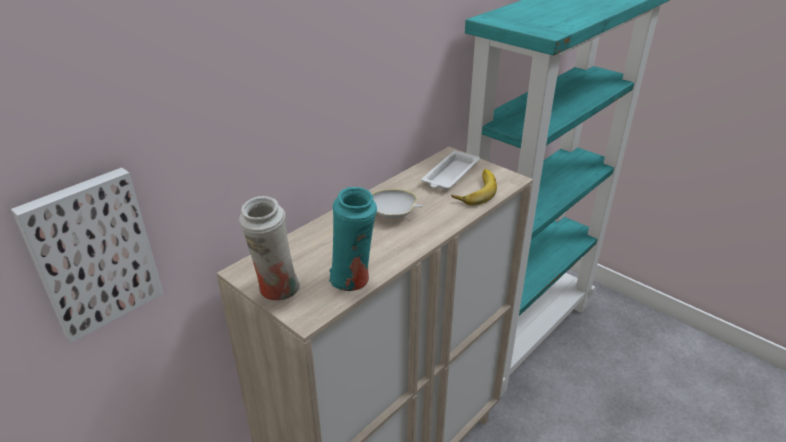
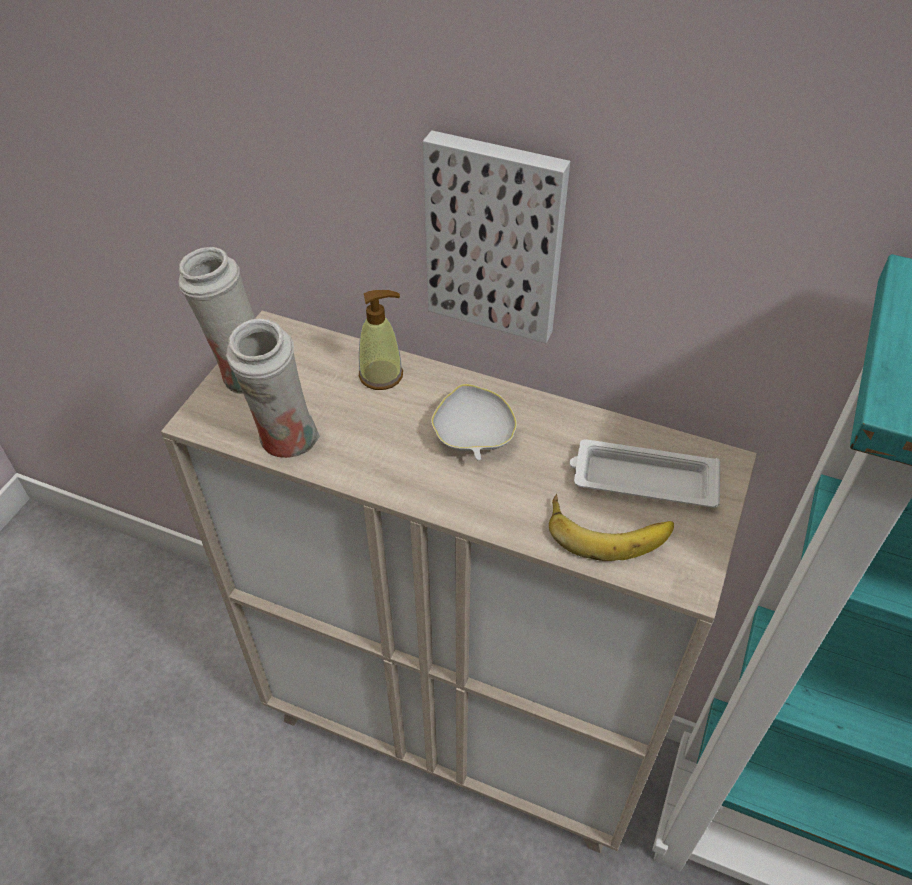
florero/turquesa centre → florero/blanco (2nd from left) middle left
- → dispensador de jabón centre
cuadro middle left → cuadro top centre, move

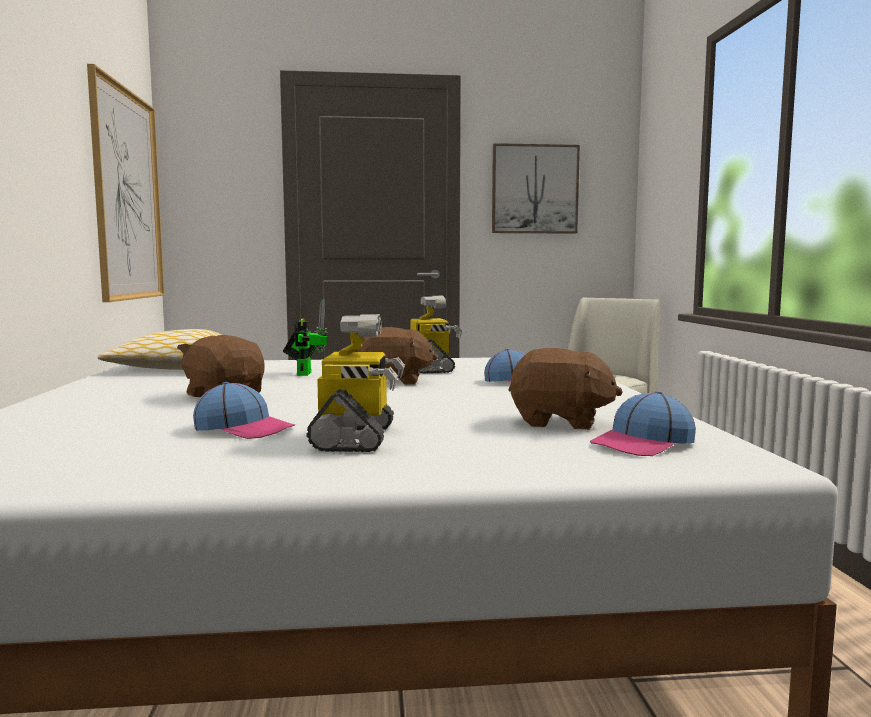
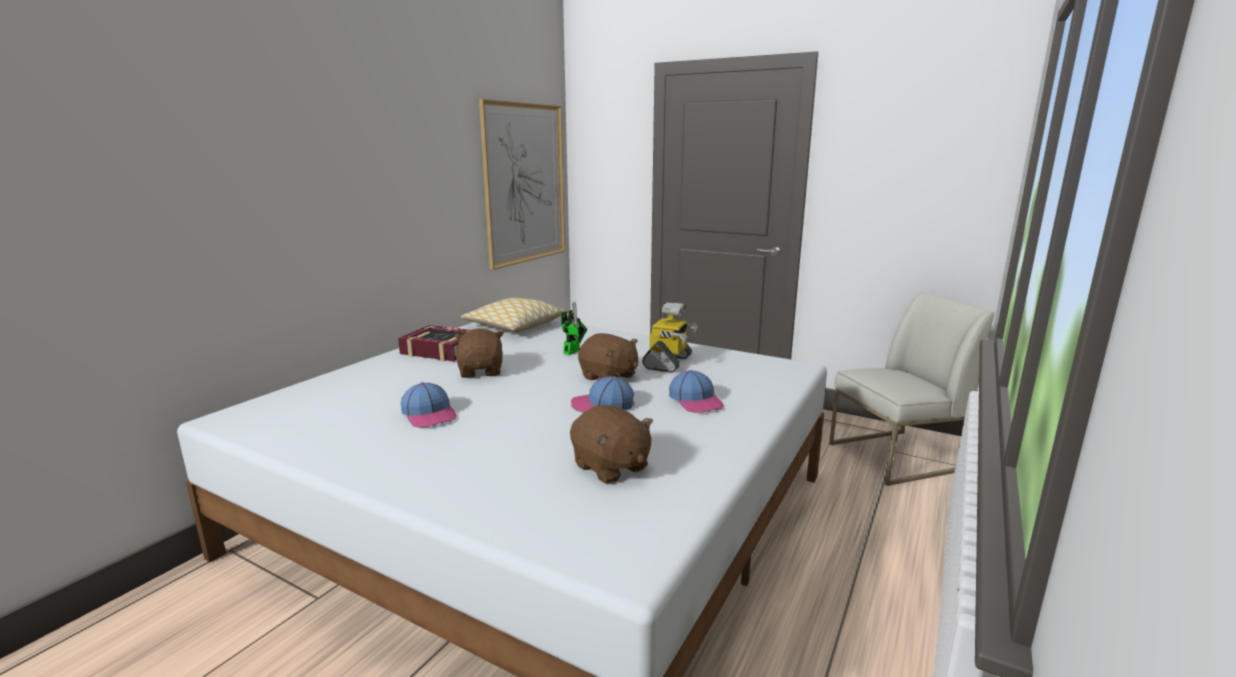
- → libro centre
gorra (3rd from left in the first image) middle right → gorra (2nd from left) centre, move
robot de juguete (2nd from left) centre → -
cuadro (2nd from left) top centre → -

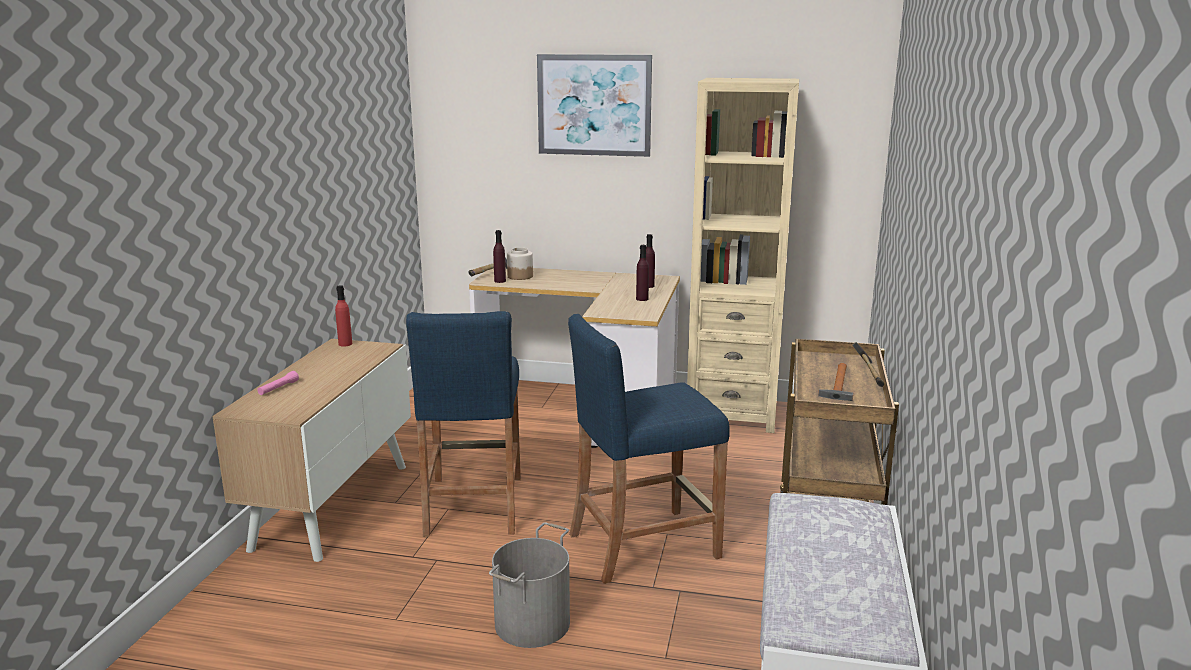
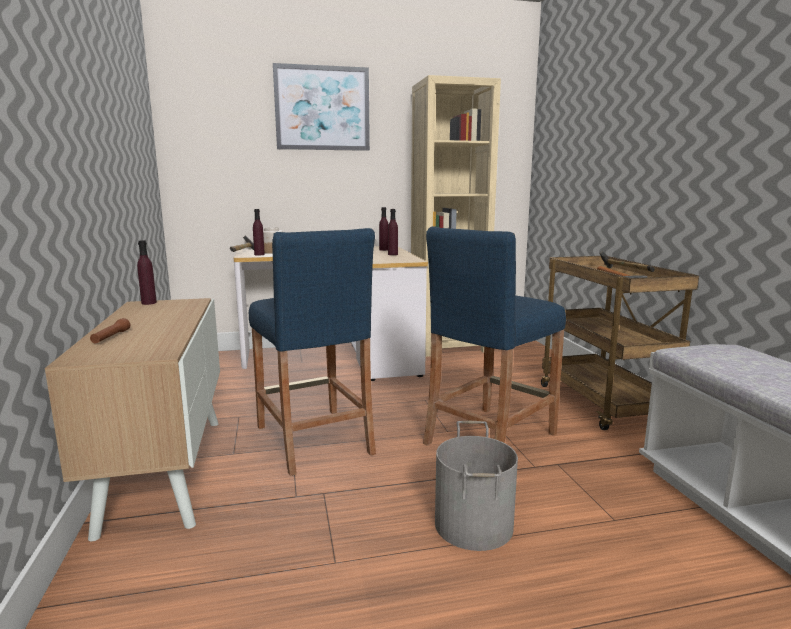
linterna/rosa middle left → linterna/marrón middle left
botella/rojo middle left → botella/morado (1st from left) middle left

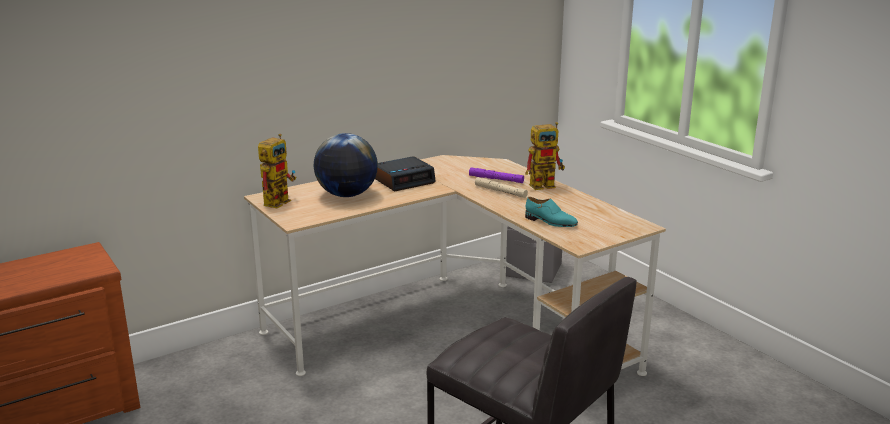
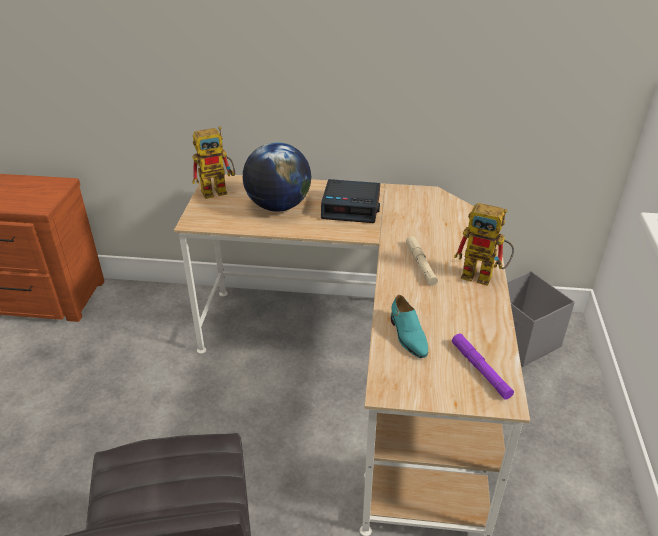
linterna/morado centre → linterna/morado bottom right, move

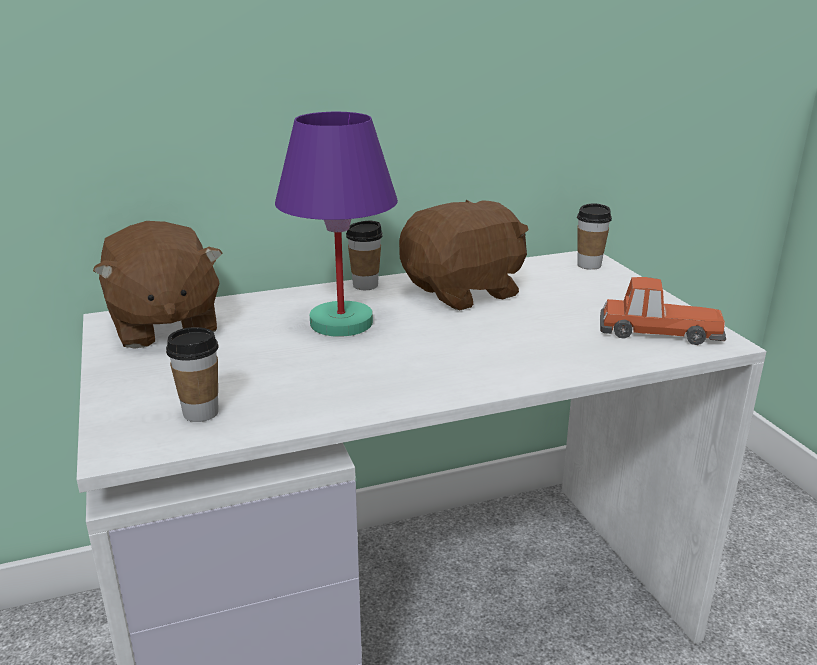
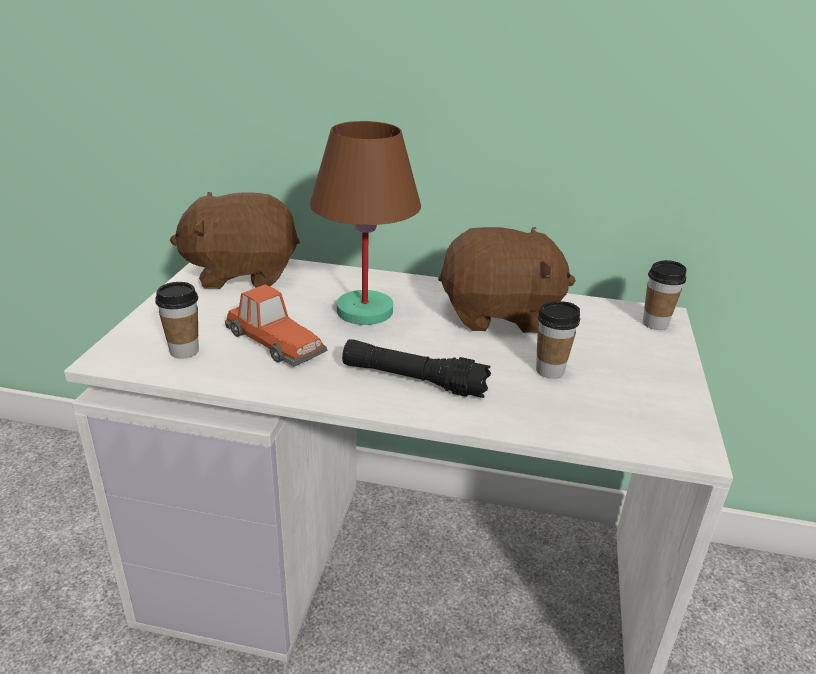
peluche/marrón (1st from left) middle left, 75 degrees clockwise
coche de juguete middle right → coche de juguete centre, move
lámpara de mesa/morado centre → lámpara de mesa/marrón top centre
- → linterna/negro centre
taza (2nd from left) centre → taza (2nd from left) middle right, move

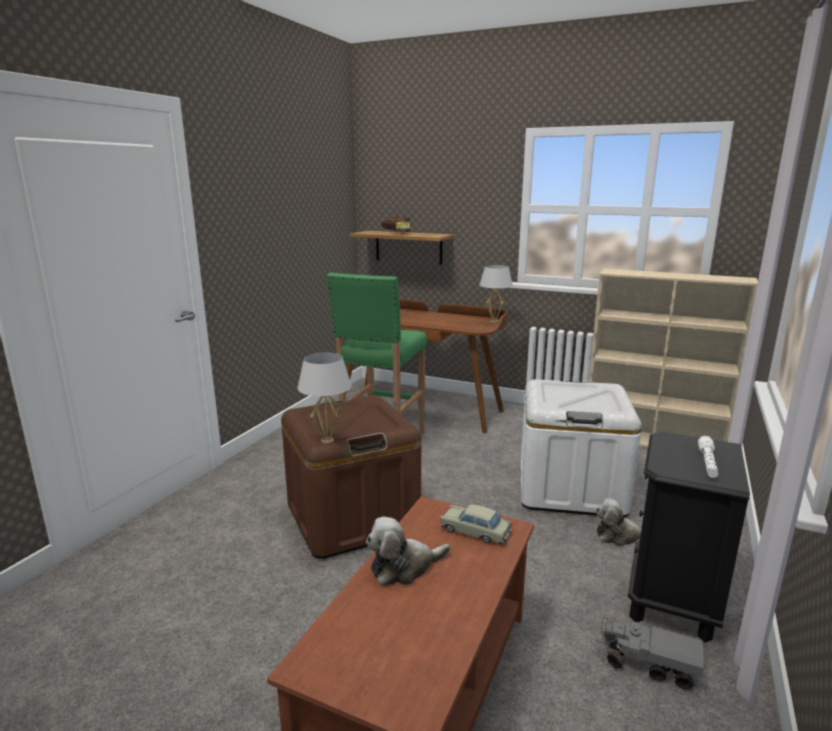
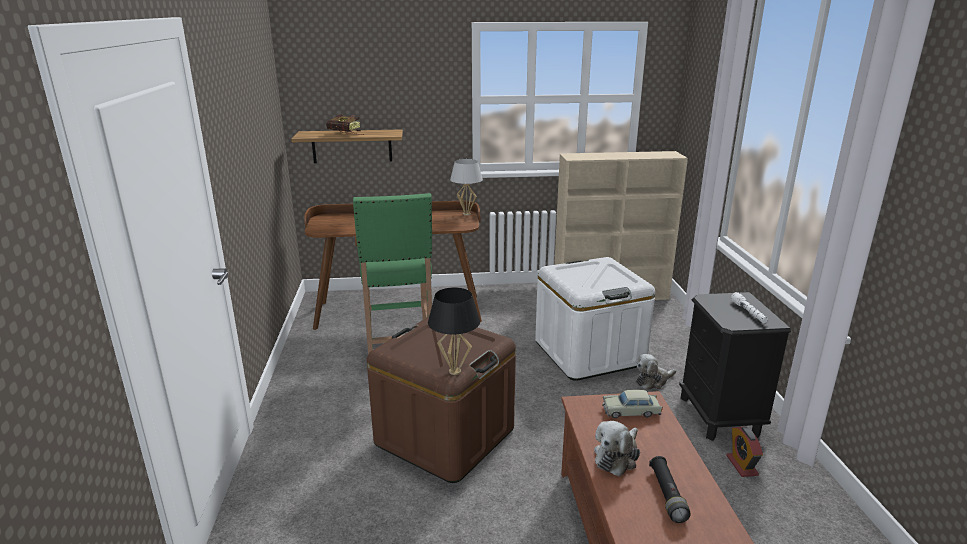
lámpara de mesa/blanco (1st from left) centre → lámpara de mesa/negro centre
- → linterna/negro bottom right
camión de juguete bottom right → despertador bottom right

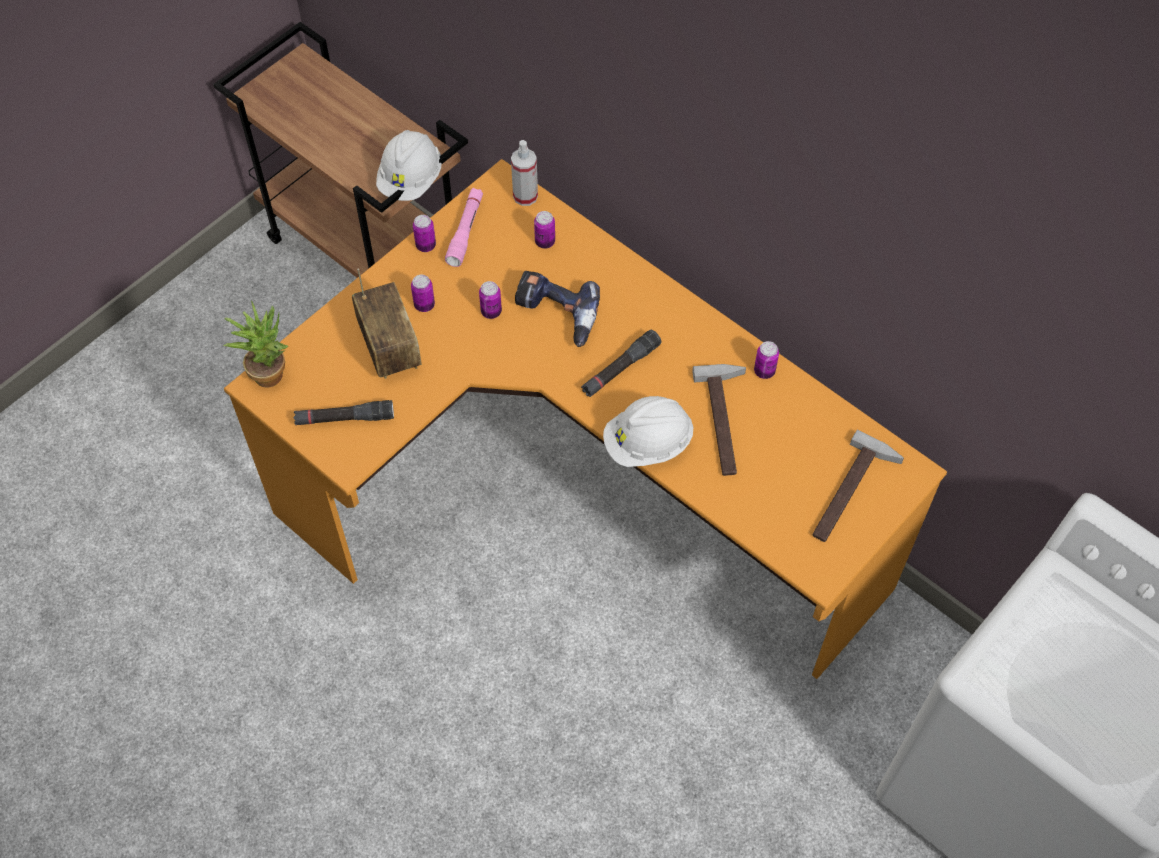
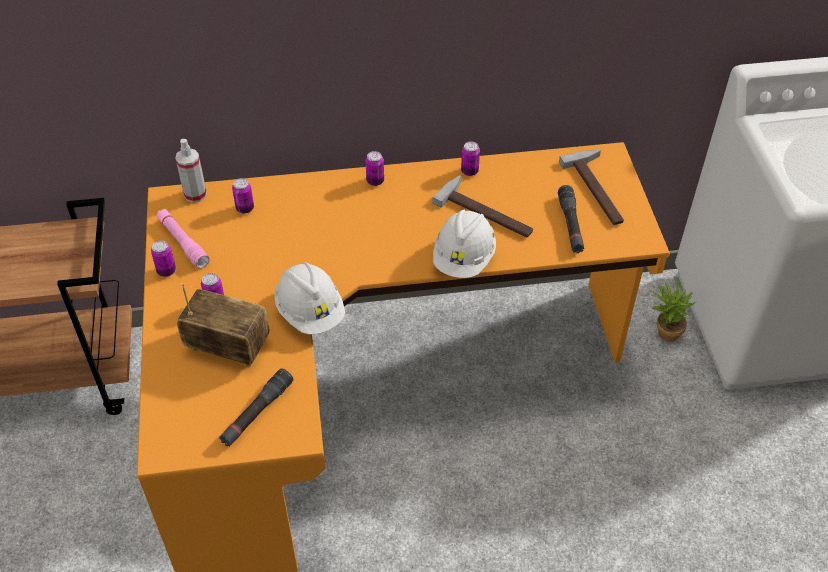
casco/blanco (1st from left) top centre → casco/blanco (1st from left) centre, move
lata (3rd from left in the first image) centre → lata (4th from left) top centre, move
linterna/negro (2nd from left) centre → linterna/negro (2nd from left) middle right, move
planta en maceta middle left → planta en maceta middle right, move
taladro centre → -

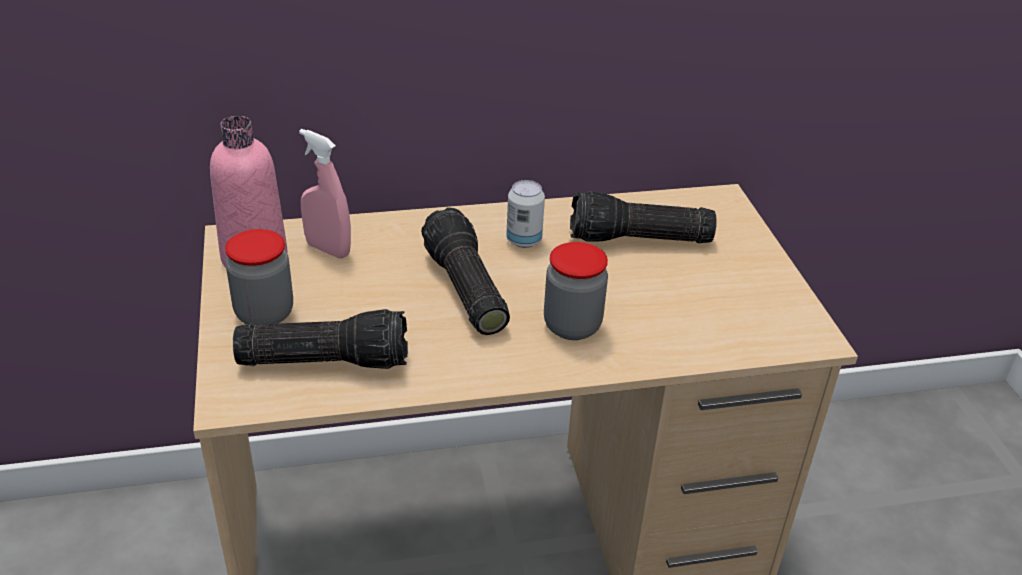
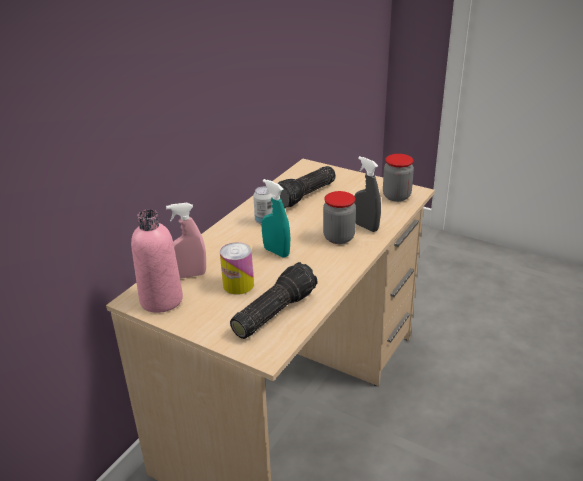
- → lata (1st from left) centre
linterna (2nd from left) centre → pulverizador/turquesa centre
- → pulverizador/gris centre
tarro (1st from left in the first image) middle left → tarro (2nd from left) middle right, move

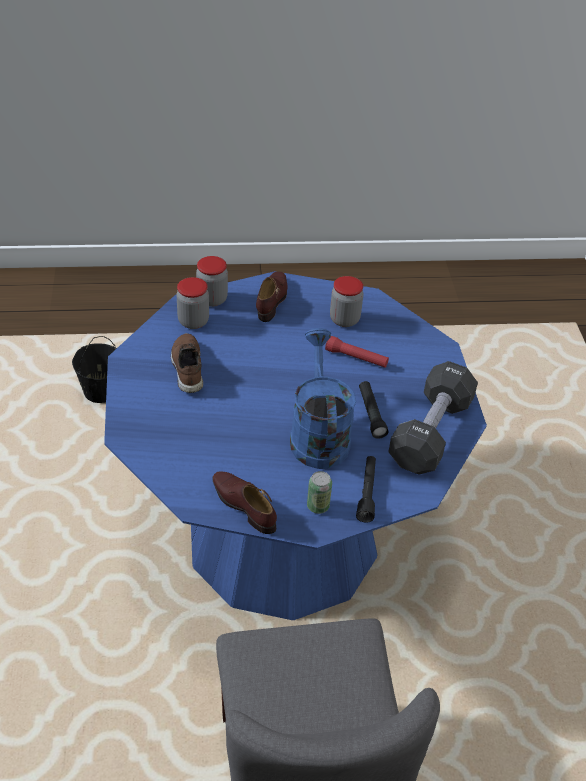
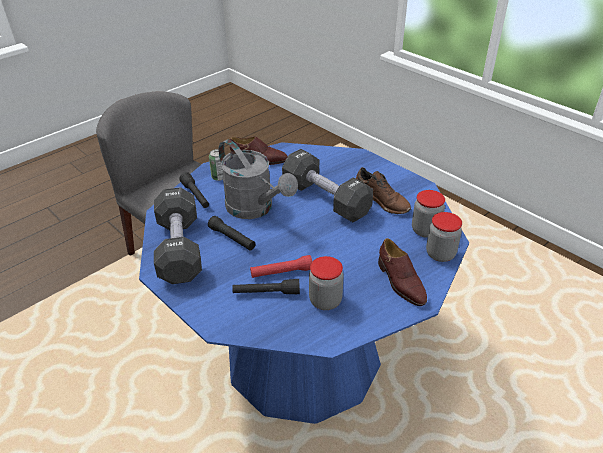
regadera/azul centre → regadera/gris centre
- → linterna/negro (3rd from left) centre
- → mancuerna/negro (2nd from left) centre
cubo/negro middle left → -

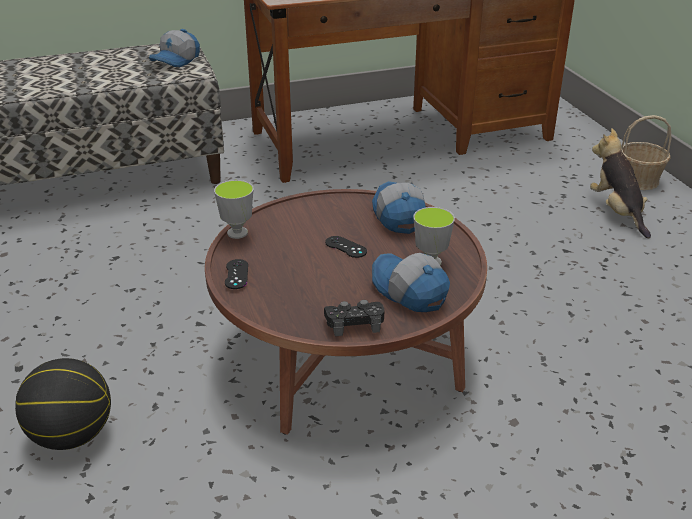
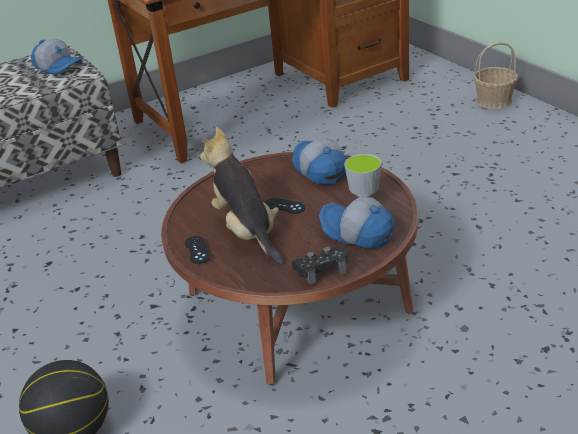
gorra (1st from left) top left, 75 degrees counterclockwise
peluche middle right → peluche centre, move
taza (1st from left) centre → -

